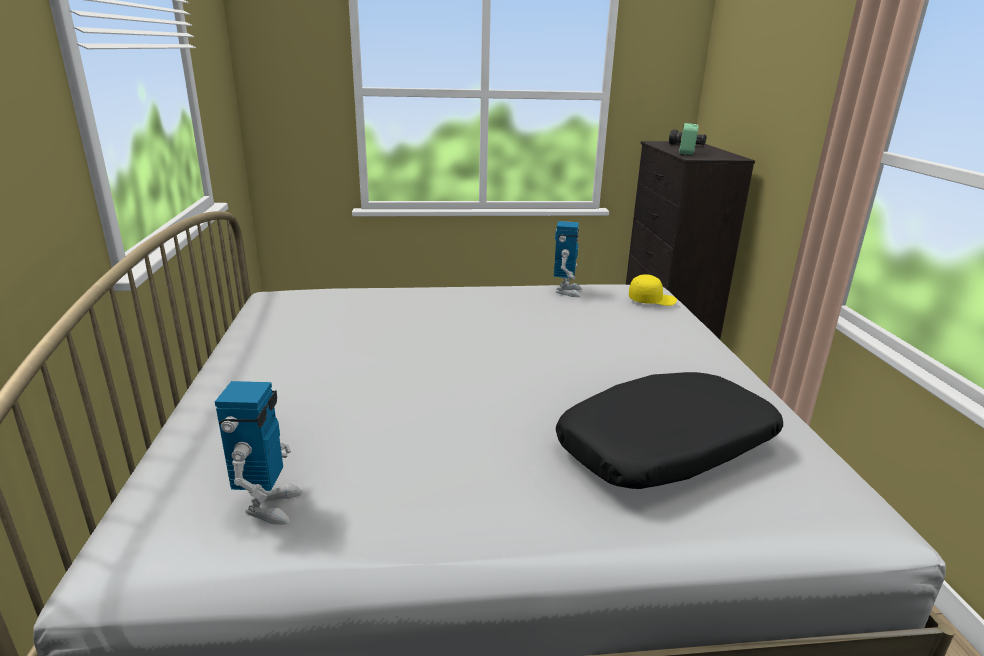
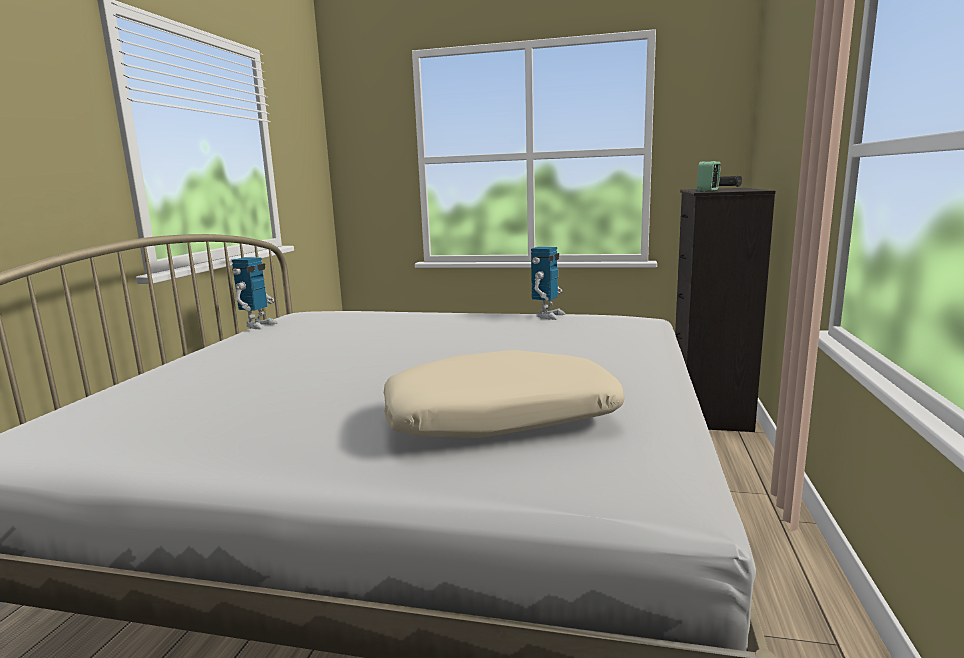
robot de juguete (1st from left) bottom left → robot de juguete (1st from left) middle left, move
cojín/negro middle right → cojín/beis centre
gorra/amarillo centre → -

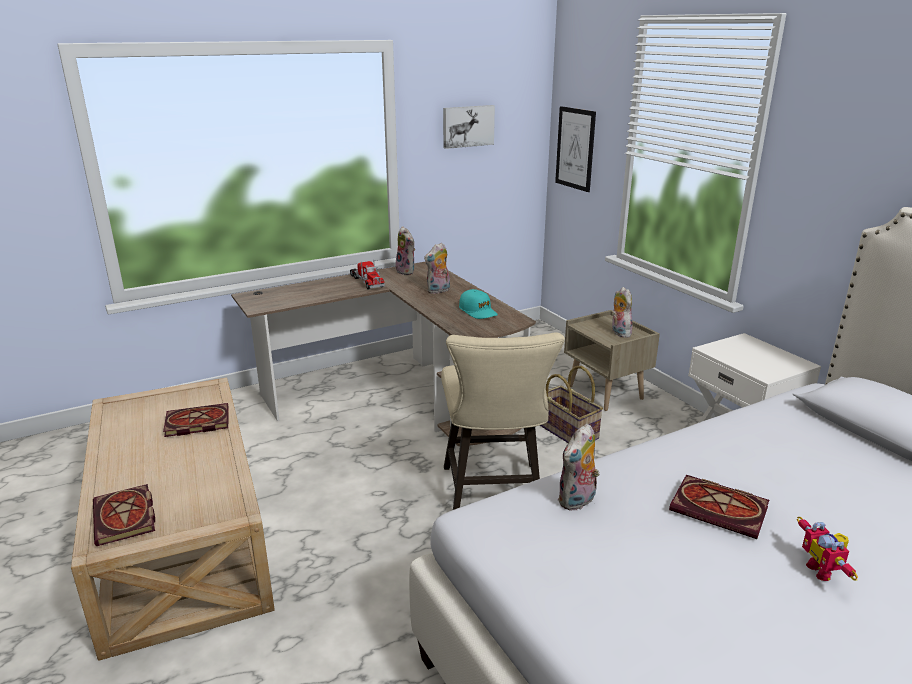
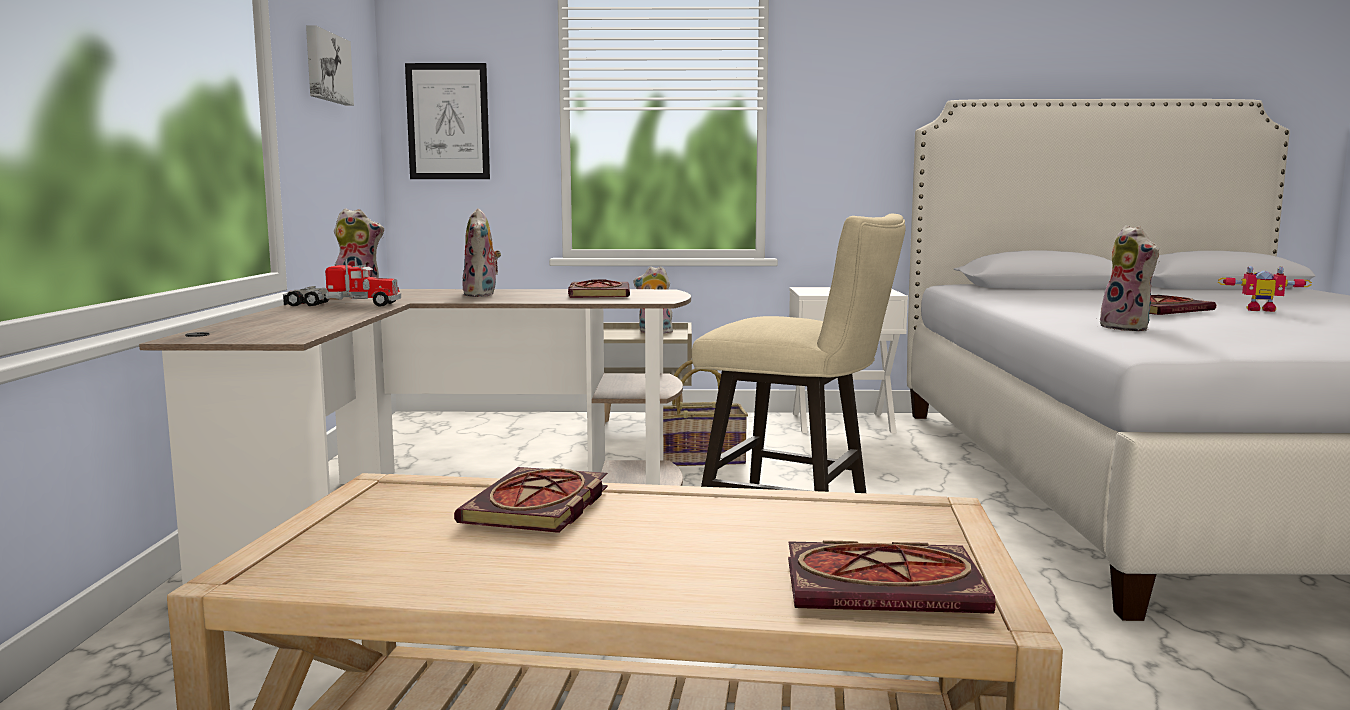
gorra/turquesa centre → libro (2nd from left) centre

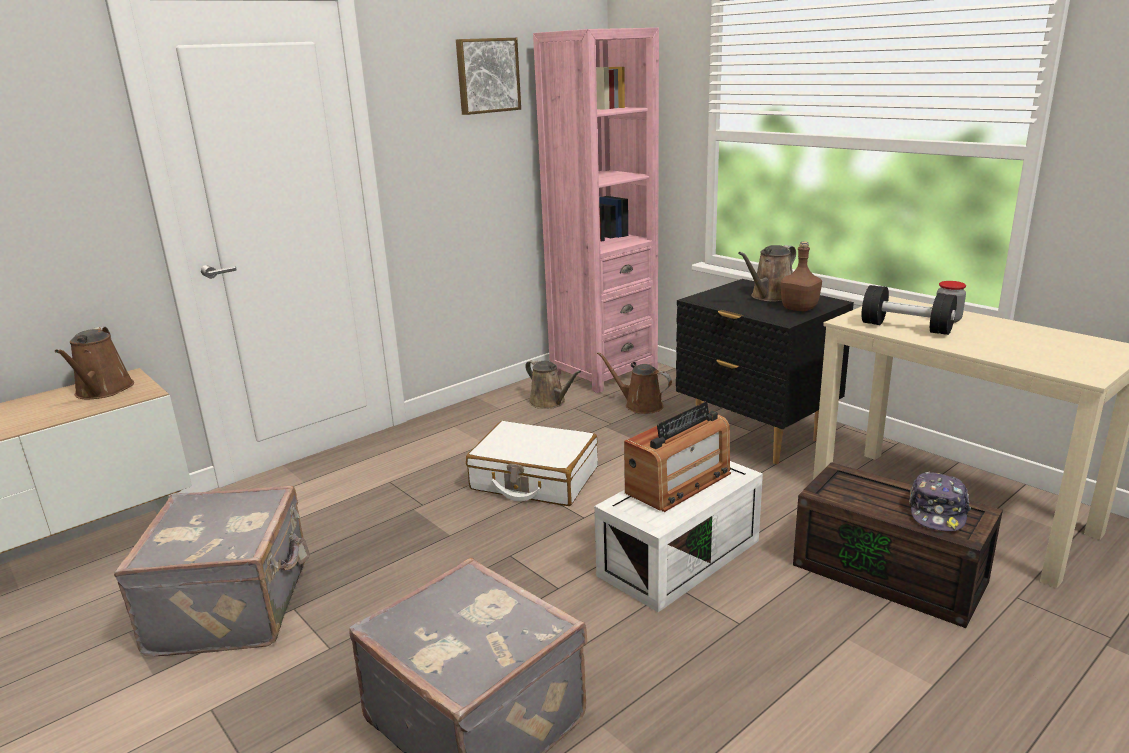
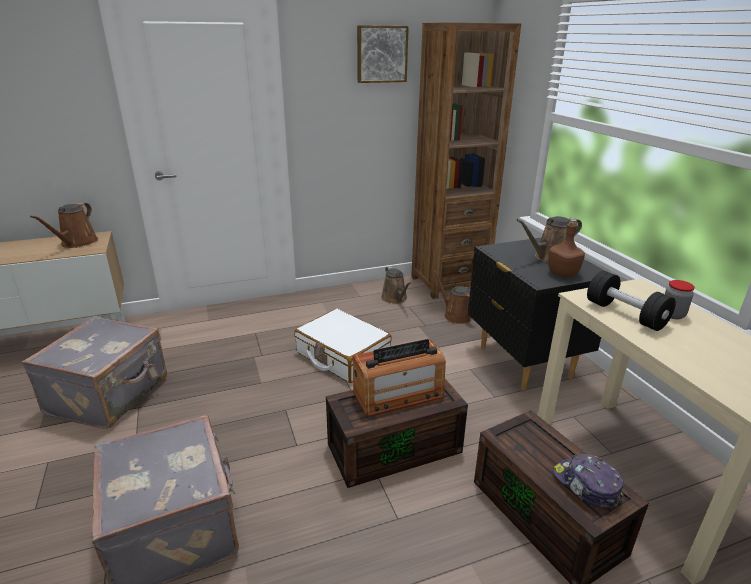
caja de almacenaje/blanco bottom centre → caja de almacenaje/marrón (1st from left) bottom centre
estantería/rosa top centre → estantería/marrón top centre
gorra middle right → gorra bottom right, 105 degrees clockwise

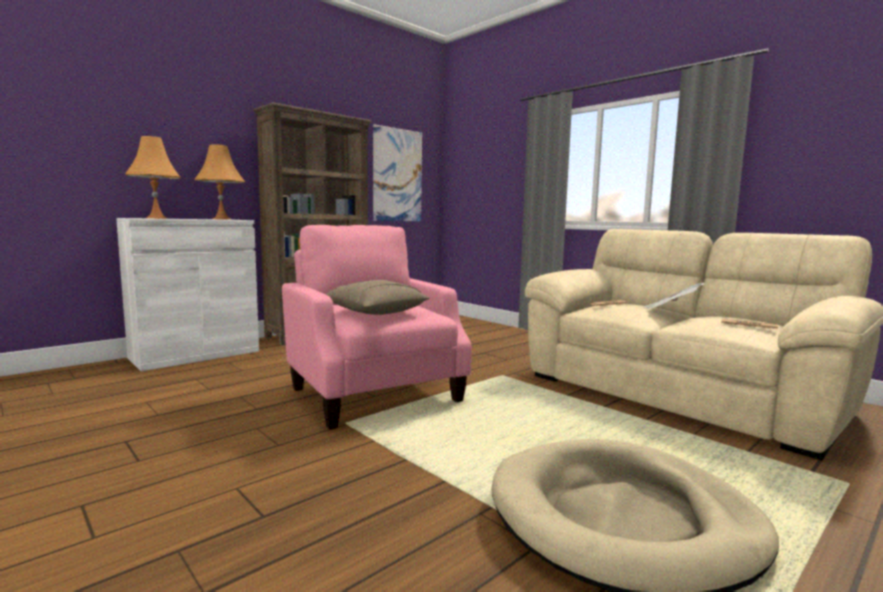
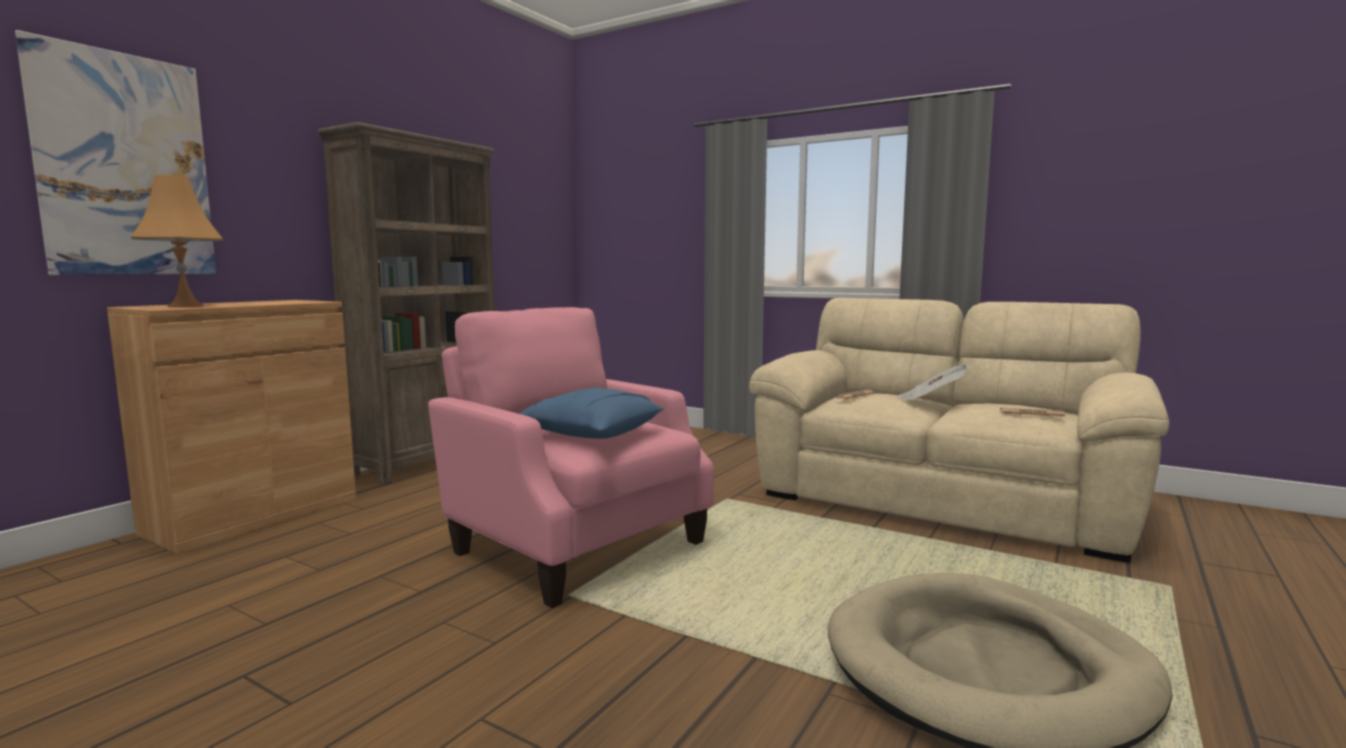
cuadro top centre → cuadro top left, move
armario/blanco middle left → armario/marrón middle left
cojín/beis centre → cojín/azul centre
lámpara de mesa/naranja (2nd from left) top left → -

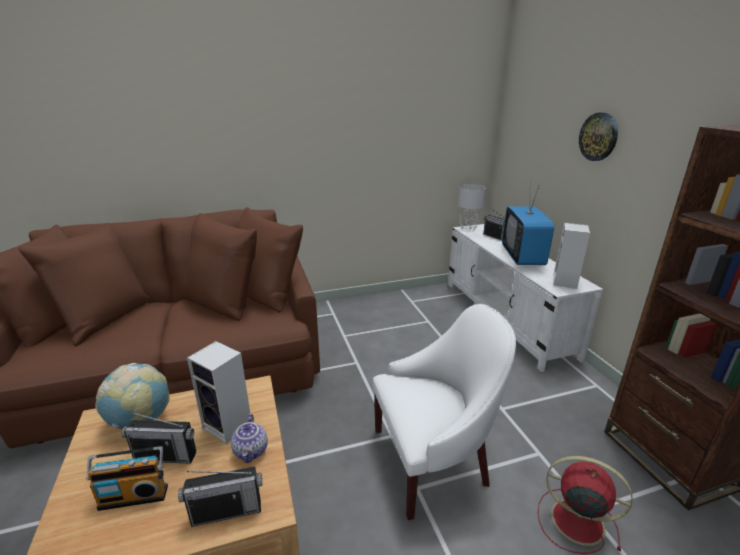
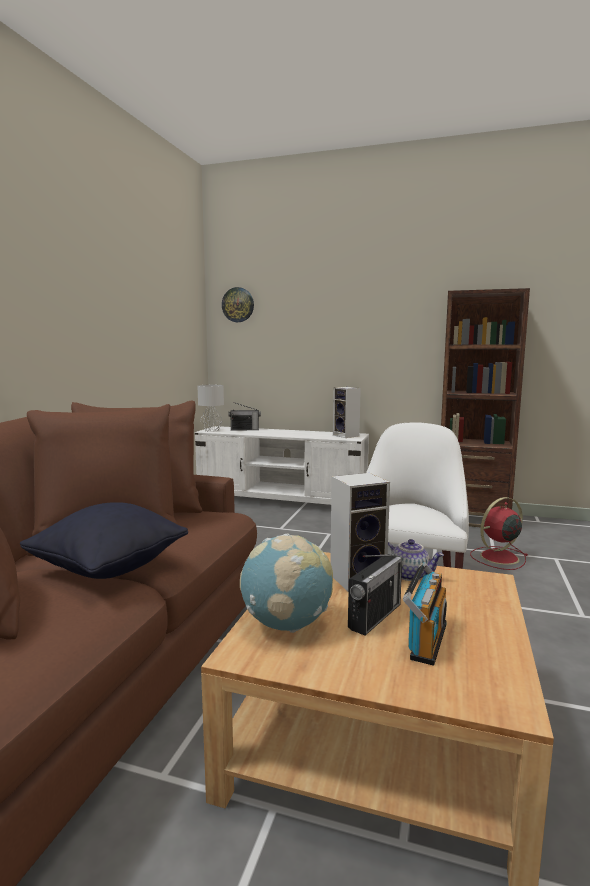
- → cojín/negro middle left
reloj de pared top right → reloj de pared centre, move
radio (3rd from left) bottom left → -
televisor middle right → -

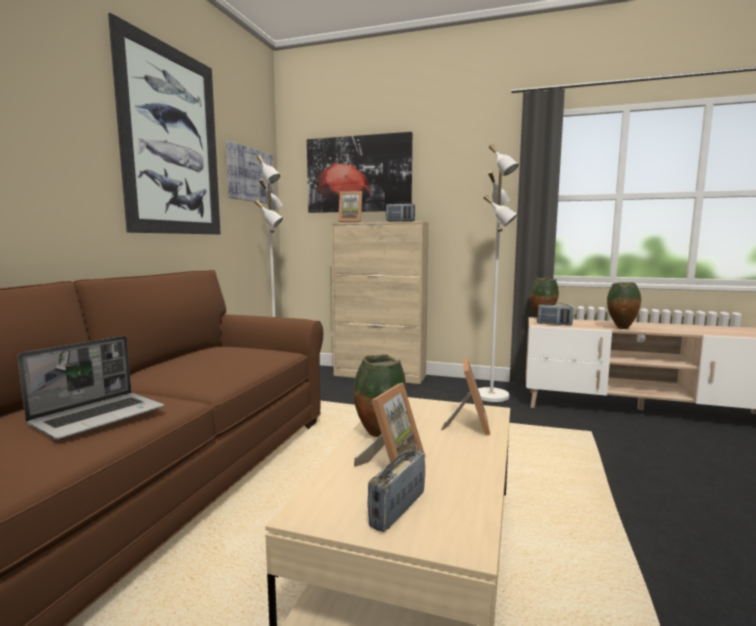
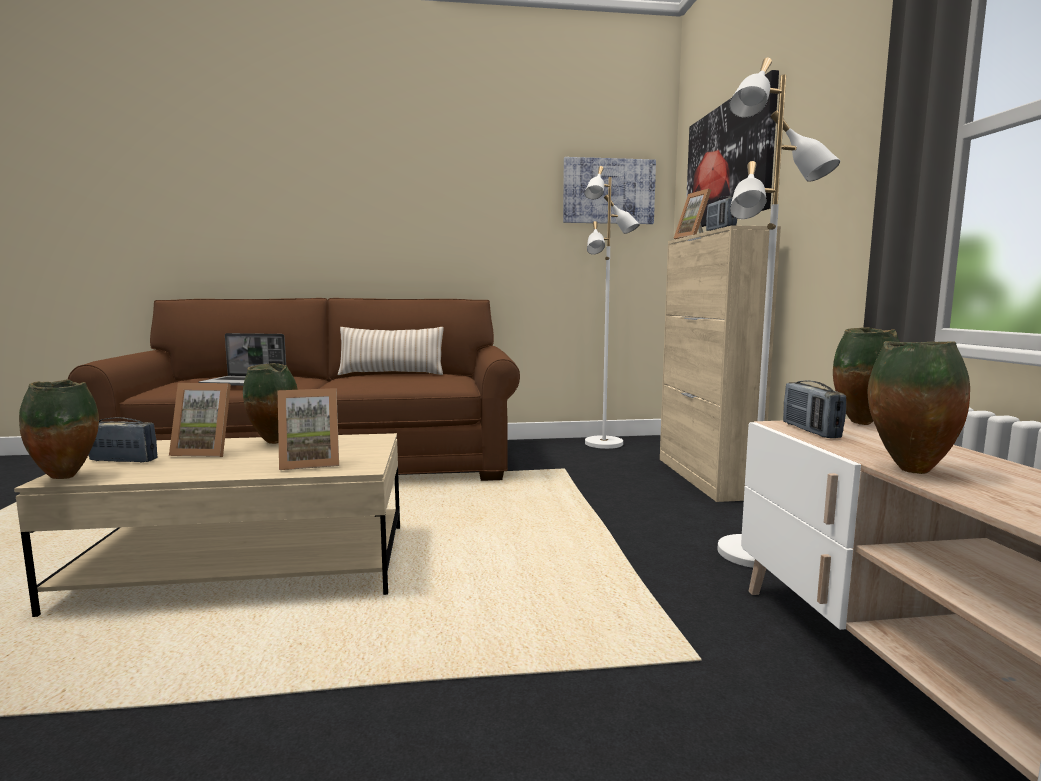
- → florero (1st from left) middle left
- → cojín/beis centre
cuadro (1st from left) top left → -

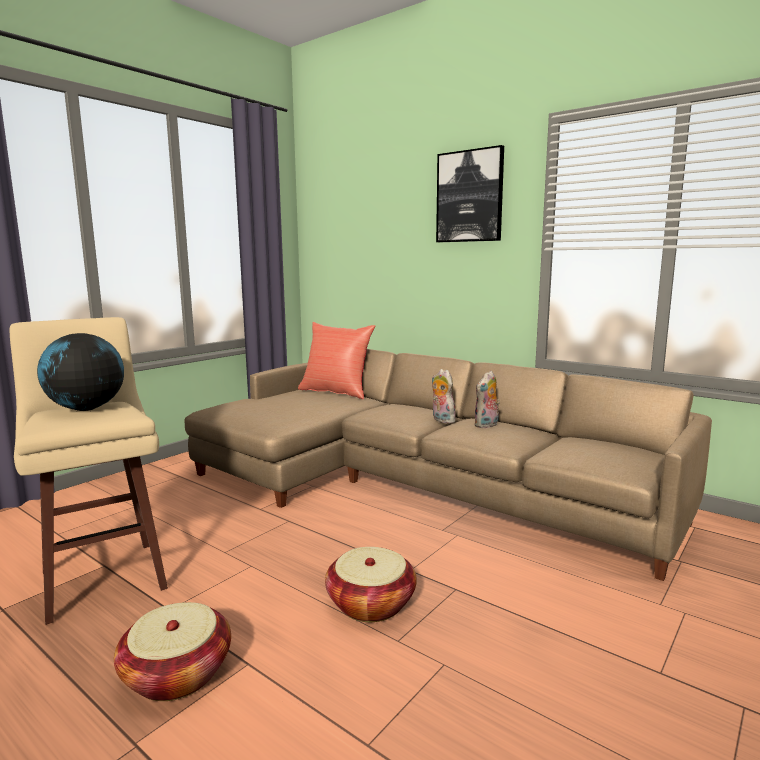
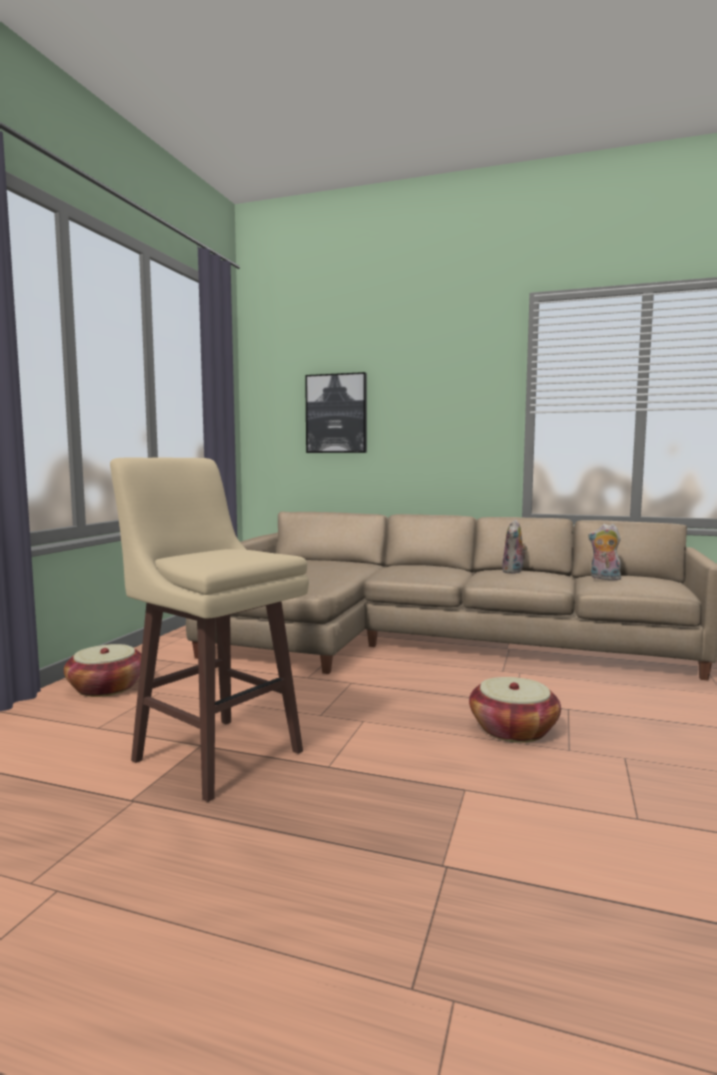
cesta (1st from left) bottom left → cesta (1st from left) middle left, move
cuadro top centre → cuadro centre, move
peluche (1st from left in the first image) centre → peluche (2nd from left) middle right, move
globo terráqueo middle left → -
cojín/rojo centre → -

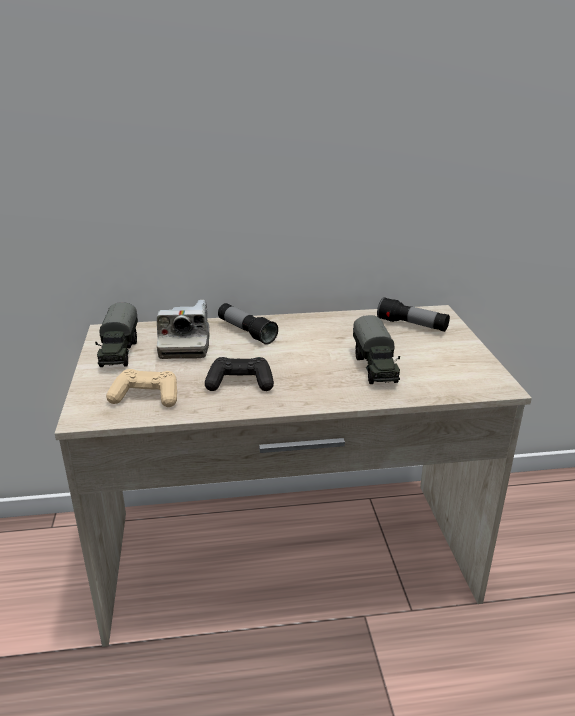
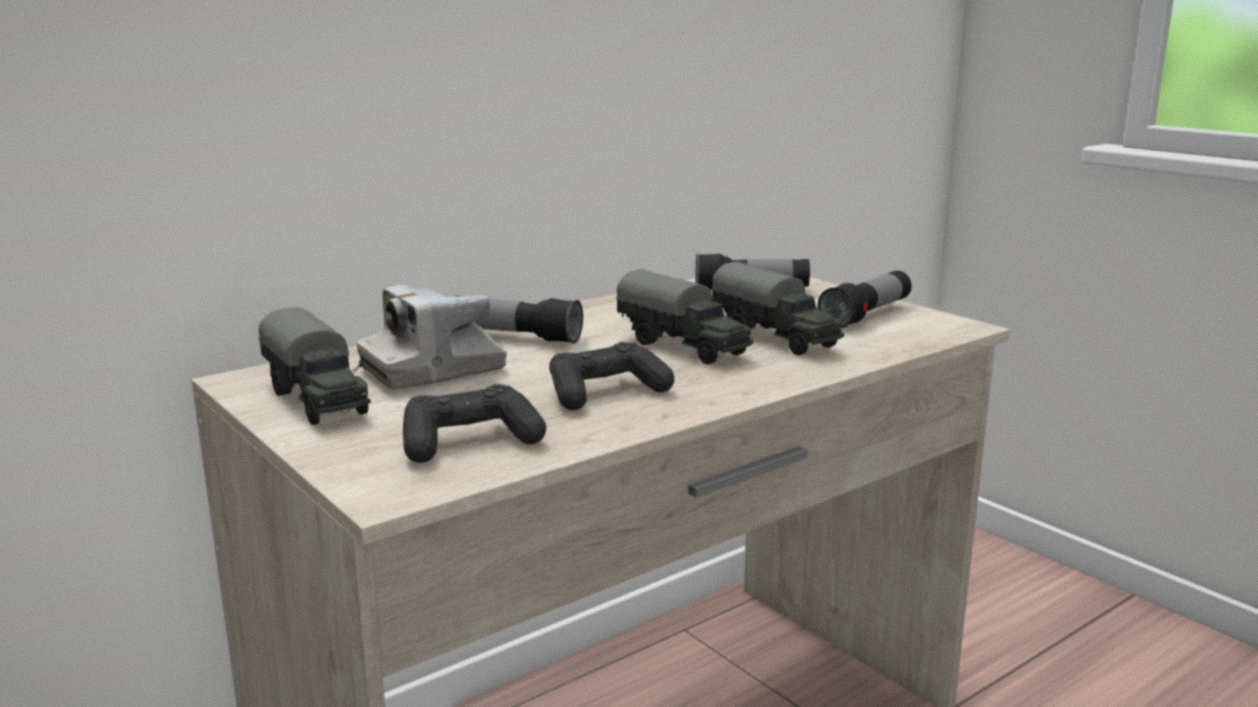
cámara middle left → cámara centre, 90 degrees clockwise
mando de consola/beis middle left → mando de consola/negro (1st from left) centre
- → camión de juguete (2nd from left) centre
- → linterna (3rd from left) middle right

